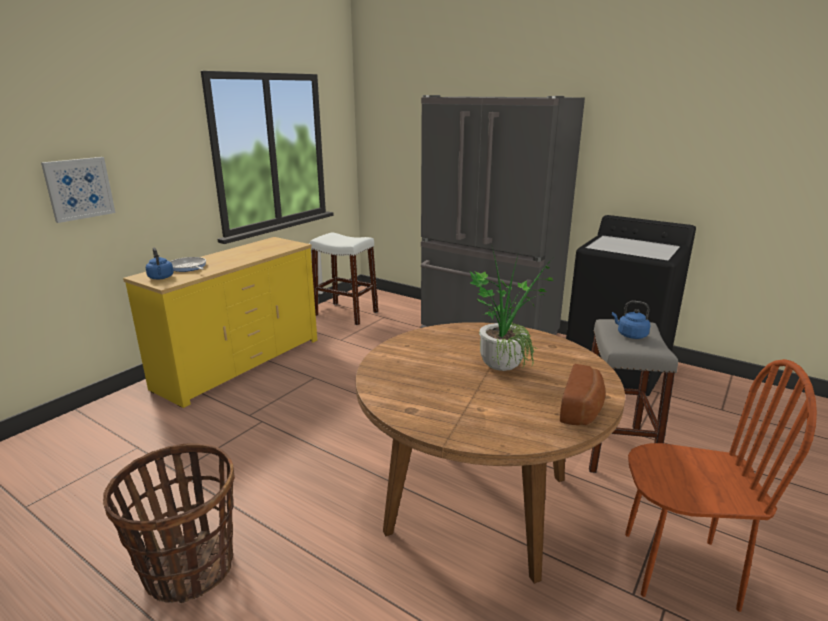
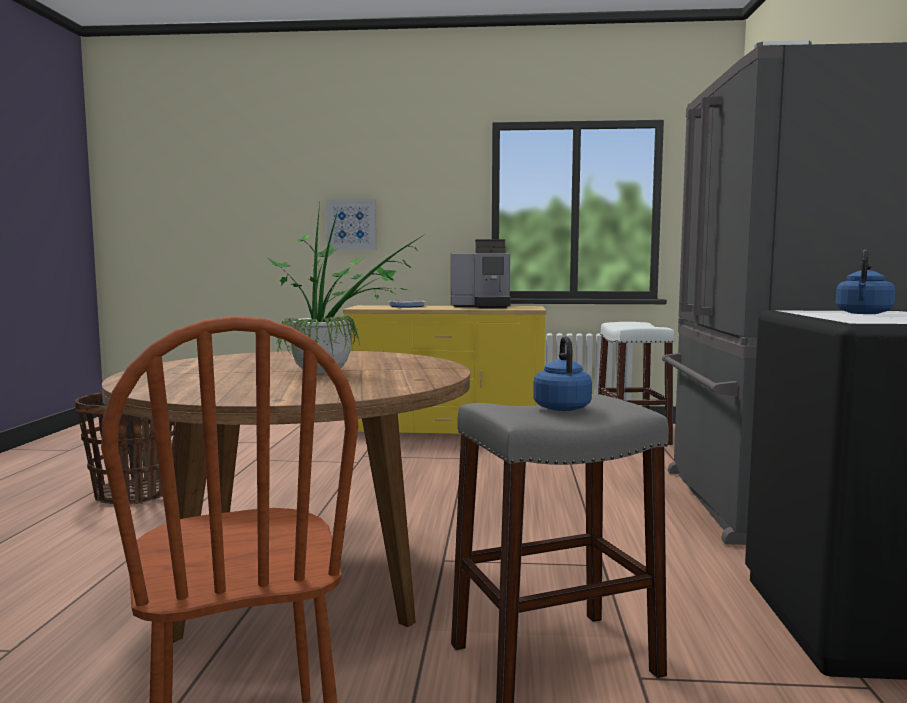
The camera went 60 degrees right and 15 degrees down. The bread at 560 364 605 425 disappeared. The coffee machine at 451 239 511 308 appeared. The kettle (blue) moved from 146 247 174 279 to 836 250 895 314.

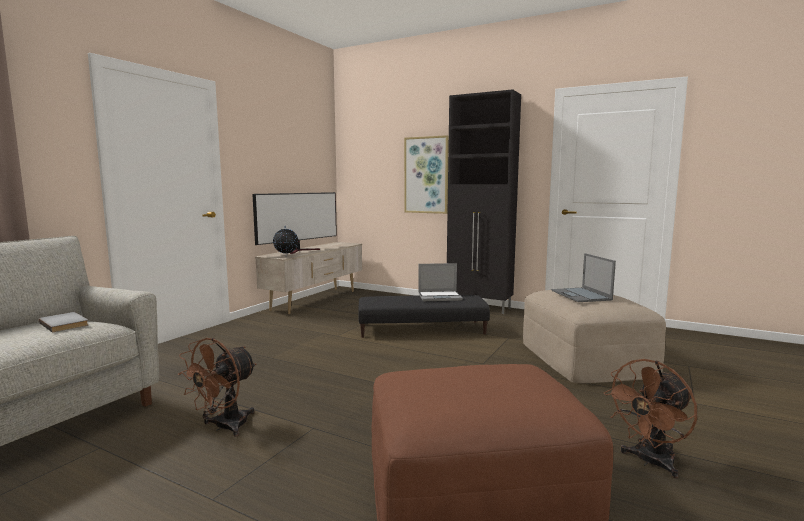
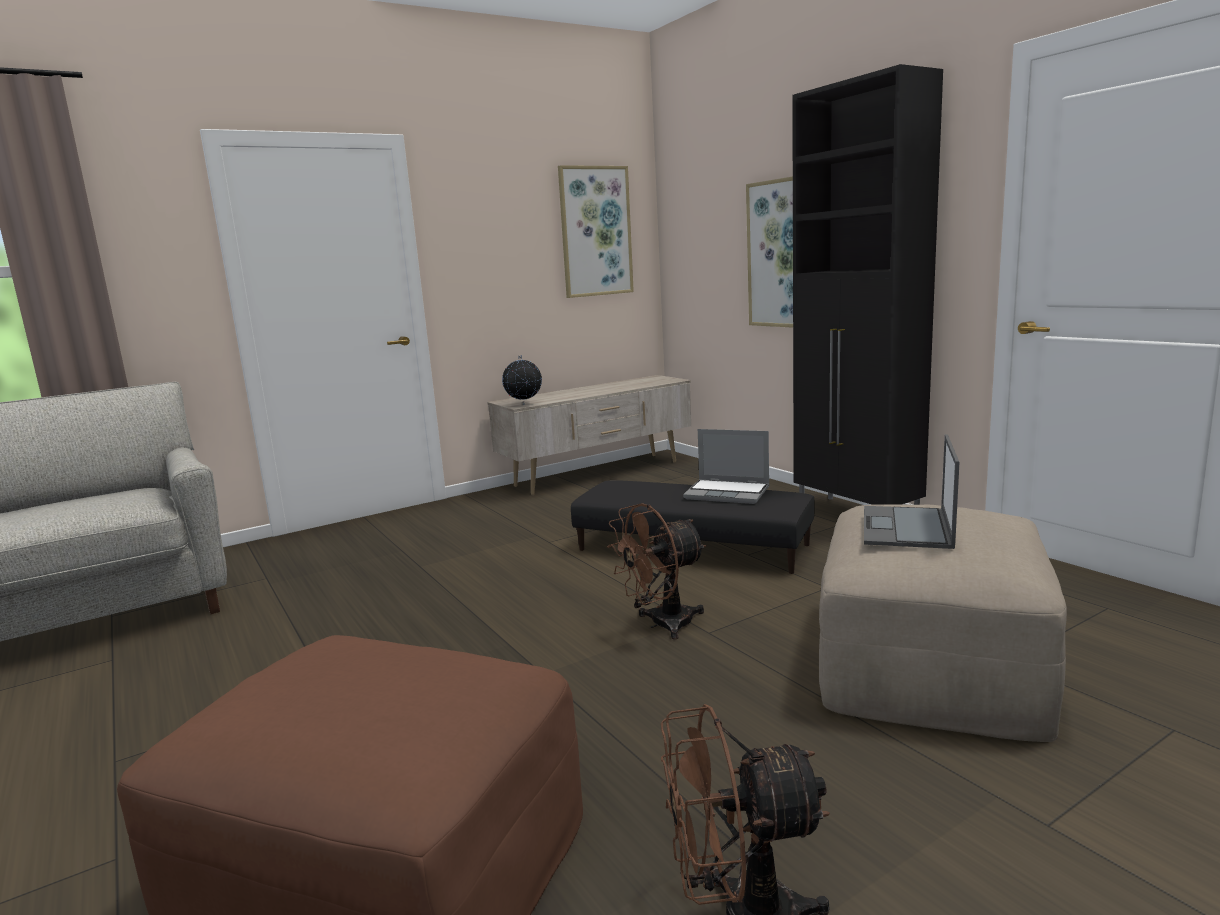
The camera went 30 degrees right and 5 degrees up. The book (grey) at 39 312 88 333 disappeared. The television at 252 192 337 254 disappeared. The picture at 558 165 634 298 appeared. The fan (brown) moved from 178 338 256 437 to 607 503 706 639.

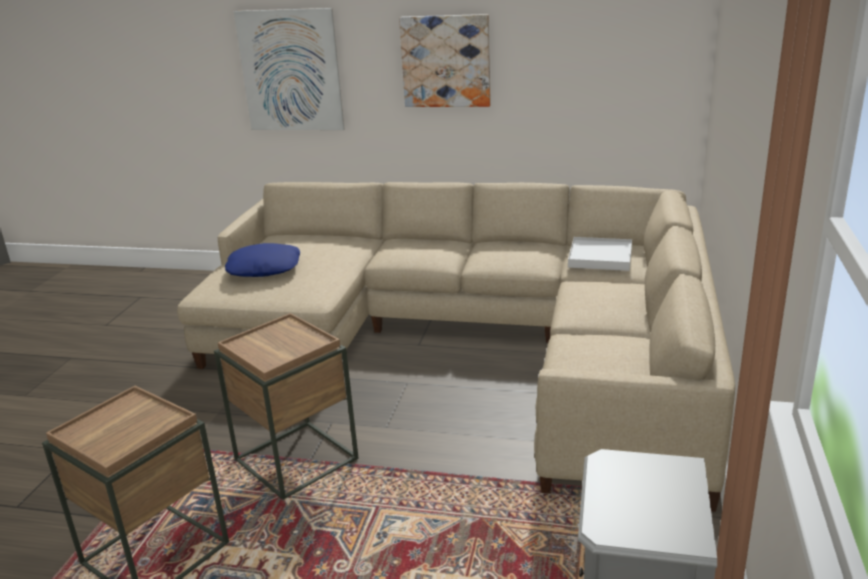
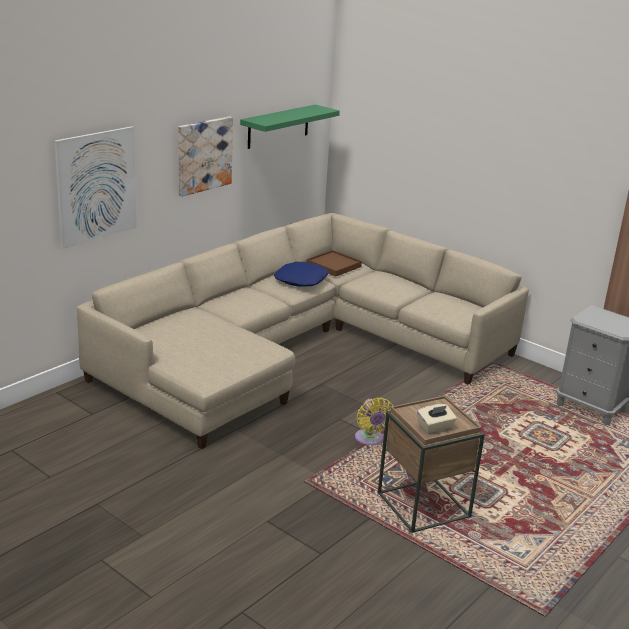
The camera went 65 degrees left and 0 degrees up. The shelf (green) at 240 105 340 149 appeared. The tissue box (beige) at 417 404 457 434 appeared. The pillow (blue) moved from 225 243 300 277 to 274 262 329 287. The side table (brown) at 214 313 359 500 was replaced by the fan (yellow) at 355 398 393 445. The tray (white) at 568 237 632 271 became the tray (brown) at 307 250 362 277.

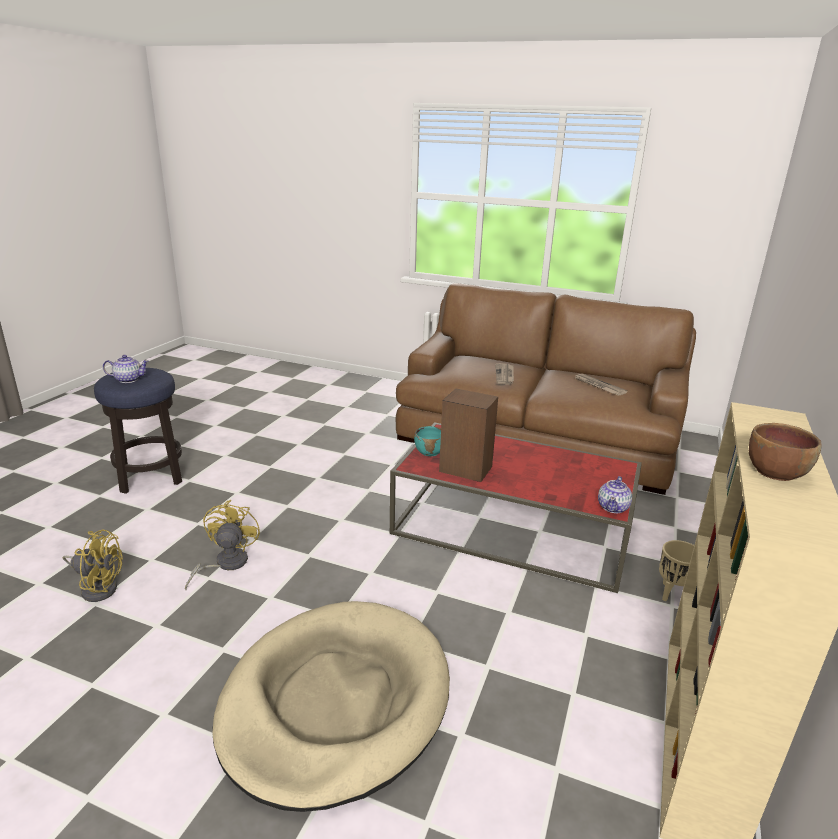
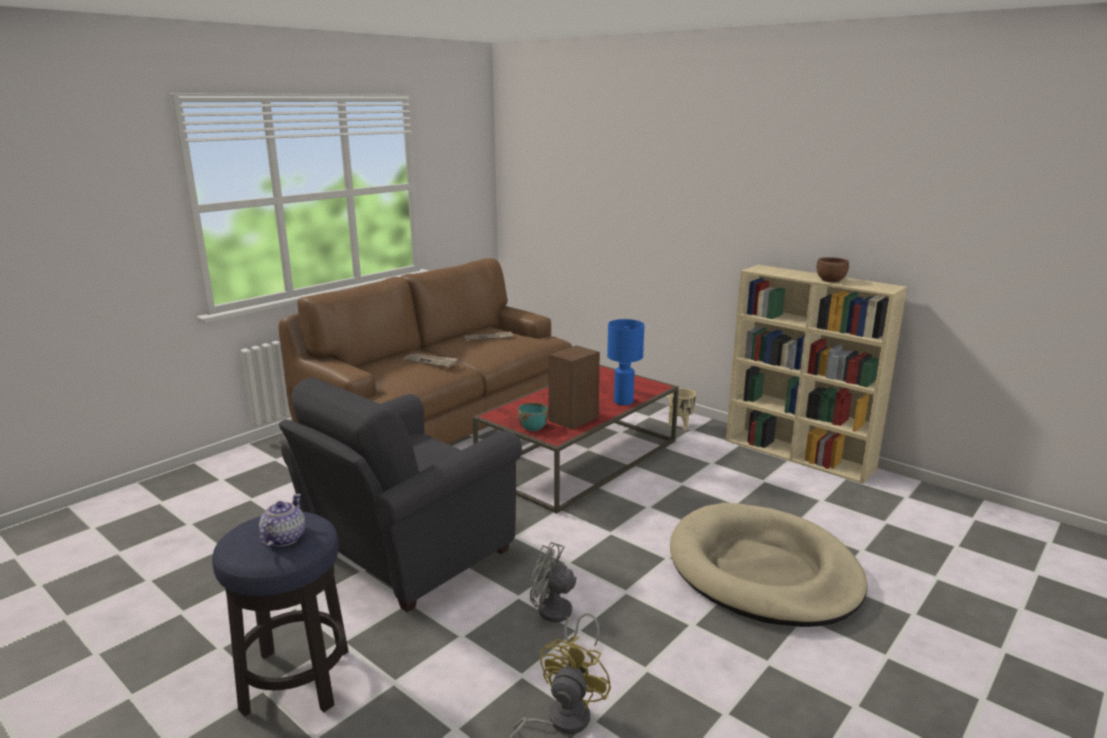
The camera went 70 degrees left and 5 degrees down. The teapot at 598 476 632 513 disappeared. The armchair (grey) at 279 377 522 612 appeared. The table lamp (blue) at 607 319 644 405 appeared. The fan (yellow) at 185 500 260 590 became the fan (grey) at 530 542 600 646.

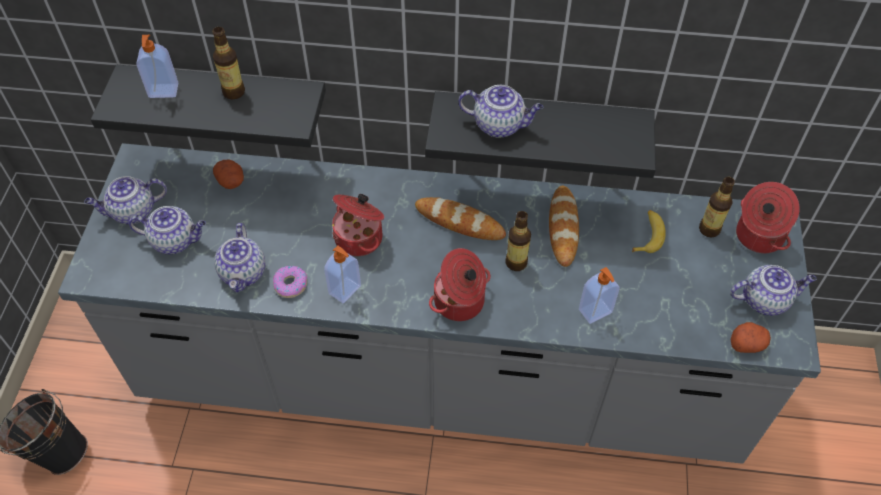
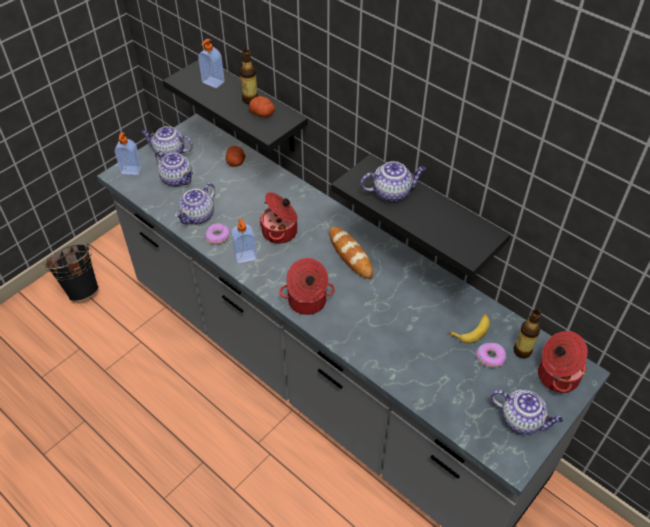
The camera went 35 degrees right and 5 degrees down. The bottle at 506 211 531 271 disappeared. The bread at 549 186 579 267 disappeared. The donut at 476 343 506 368 appeared. The soap dispenser moved from 579 267 620 324 to 115 133 142 175. The potato moved from 731 322 771 353 to 249 96 275 117. The teapot at 458 85 543 138 turned 60 degrees counterclockwise.

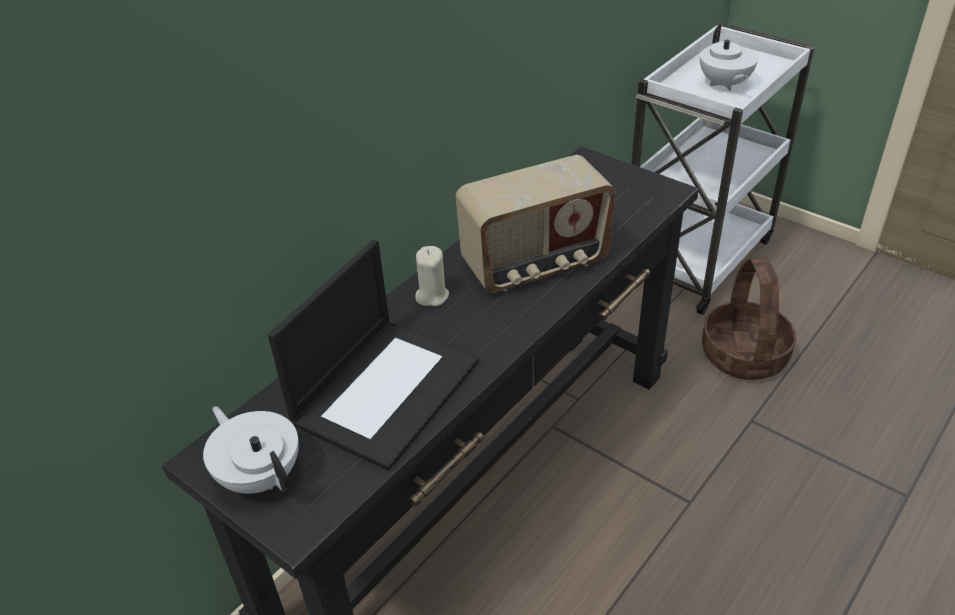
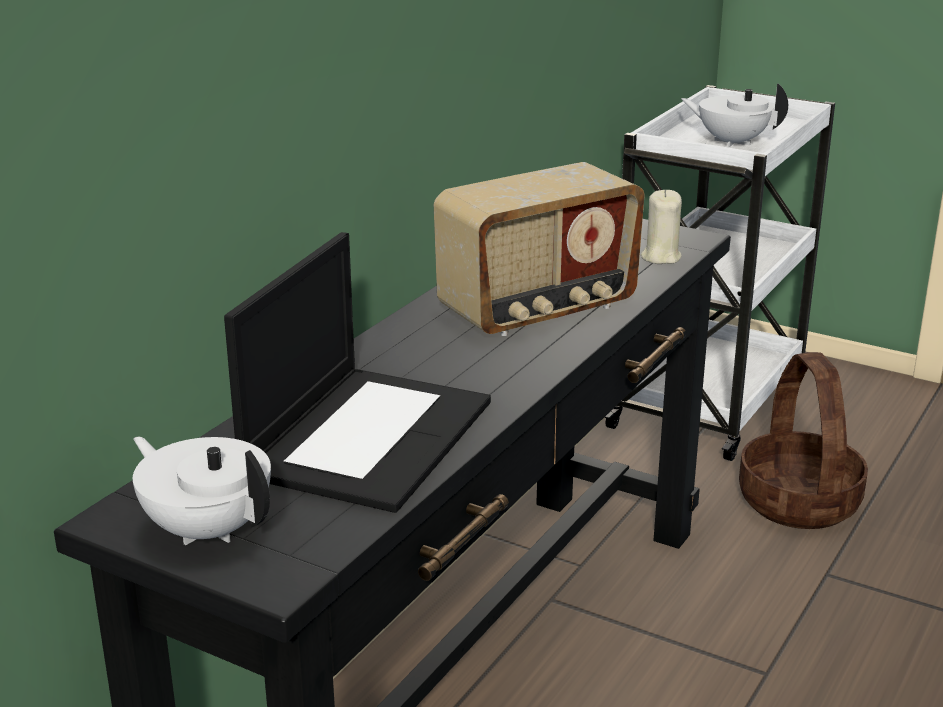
The camera went 10 degrees left and 15 degrees down. The candle (beige) moved from 415 246 449 306 to 641 190 682 264. The teapot (white) at 700 25 758 91 turned 135 degrees clockwise.

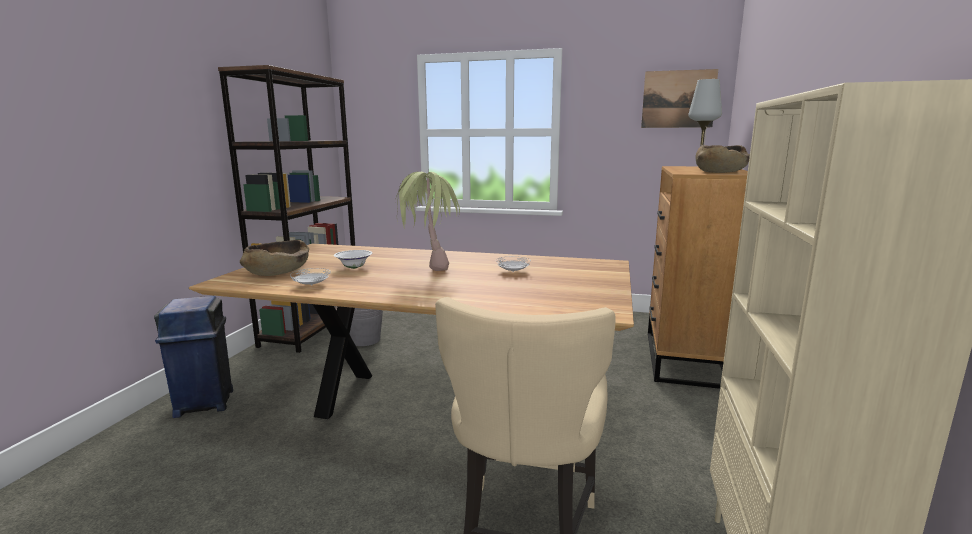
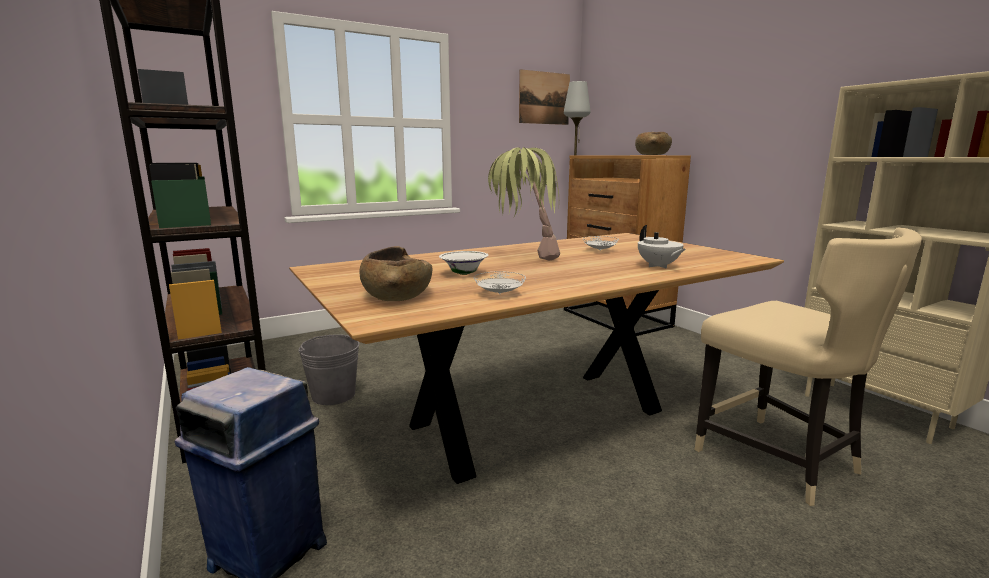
The camera went 45 degrees left and 0 degrees up. The teapot (white) at 638 225 686 268 appeared.

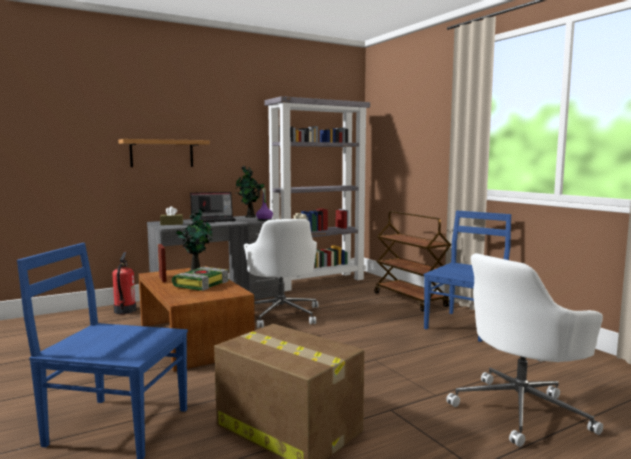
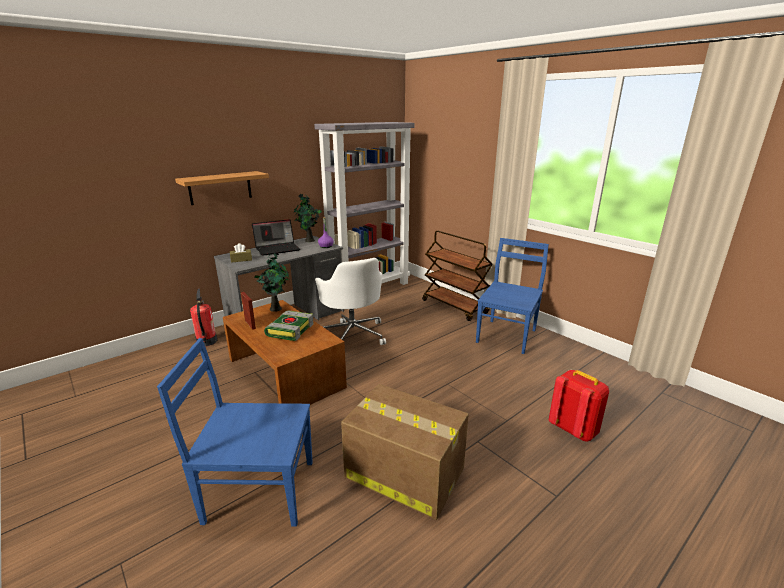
The camera went 10 degrees left and 15 degrees up. The office chair (white) at 446 253 603 447 was replaced by the backpack (red) at 549 370 609 442.

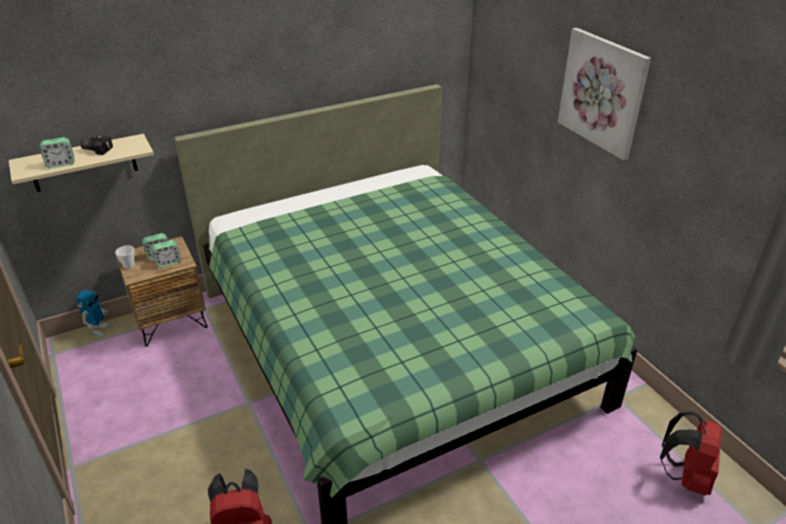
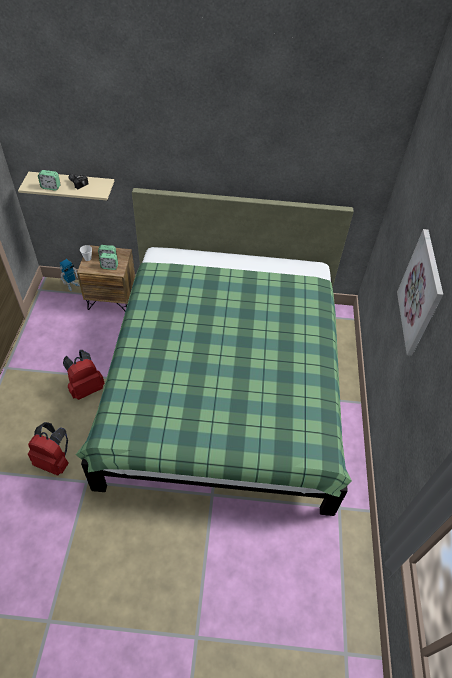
The camera went 30 degrees right and 15 degrees up. The backpack (red) moved from 660 411 721 496 to 63 350 105 400.

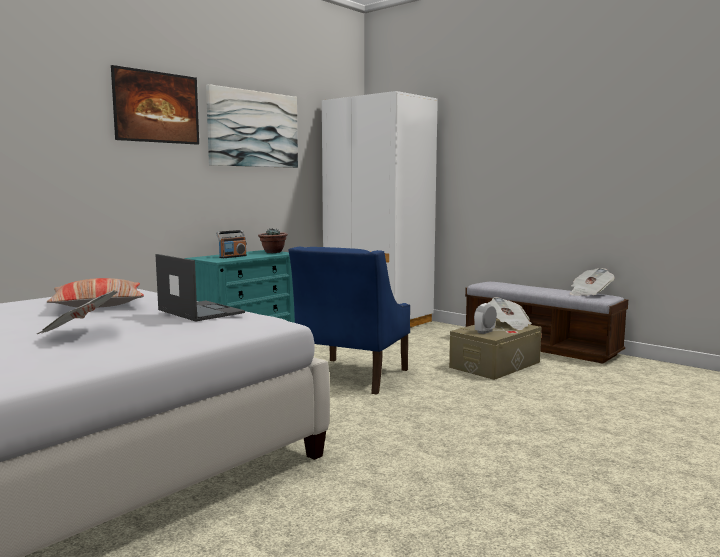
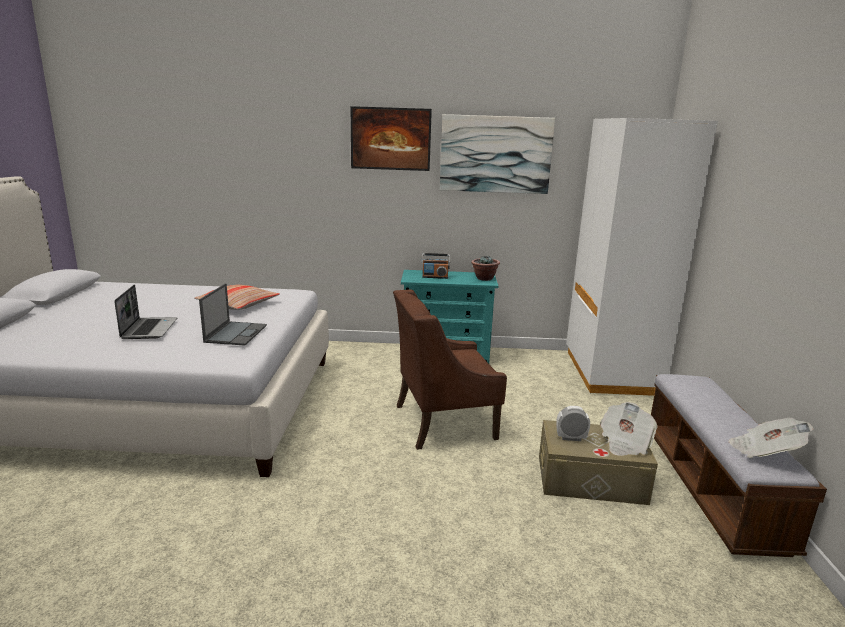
The camera went 50 degrees right and 10 degrees up. The newspaper at 37 290 117 334 was replaced by the laptop at 114 285 177 339. The armchair (blue) at 288 247 410 395 became the armchair (brown) at 393 290 507 450.

